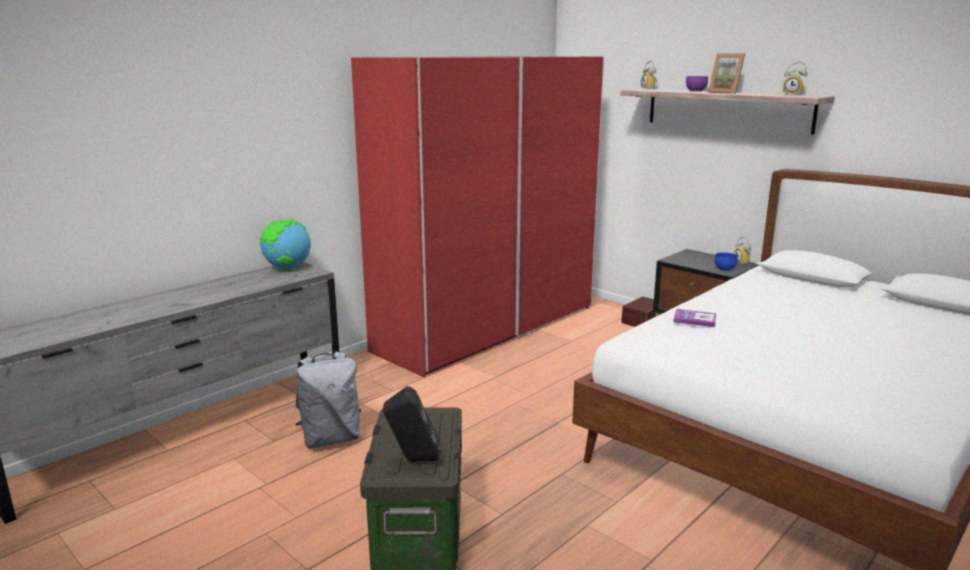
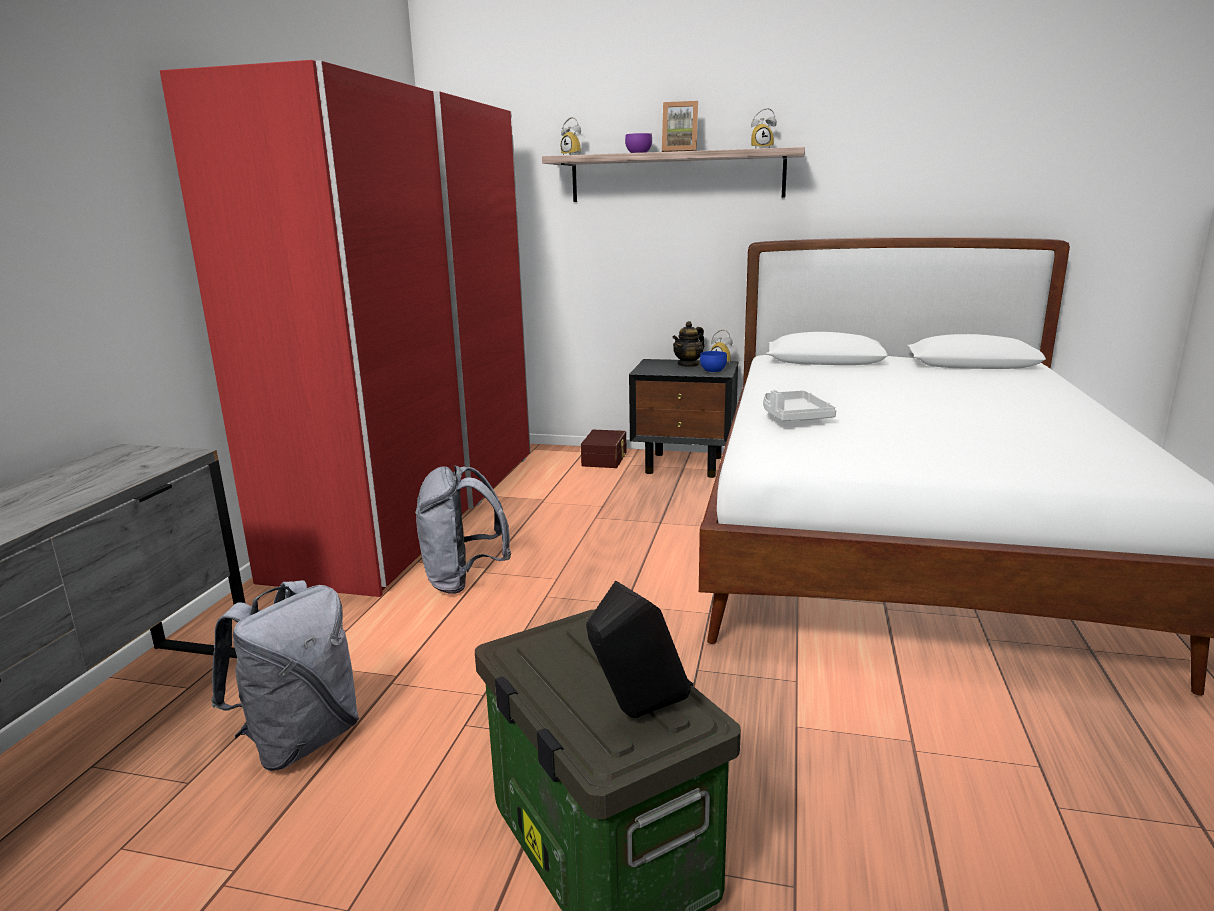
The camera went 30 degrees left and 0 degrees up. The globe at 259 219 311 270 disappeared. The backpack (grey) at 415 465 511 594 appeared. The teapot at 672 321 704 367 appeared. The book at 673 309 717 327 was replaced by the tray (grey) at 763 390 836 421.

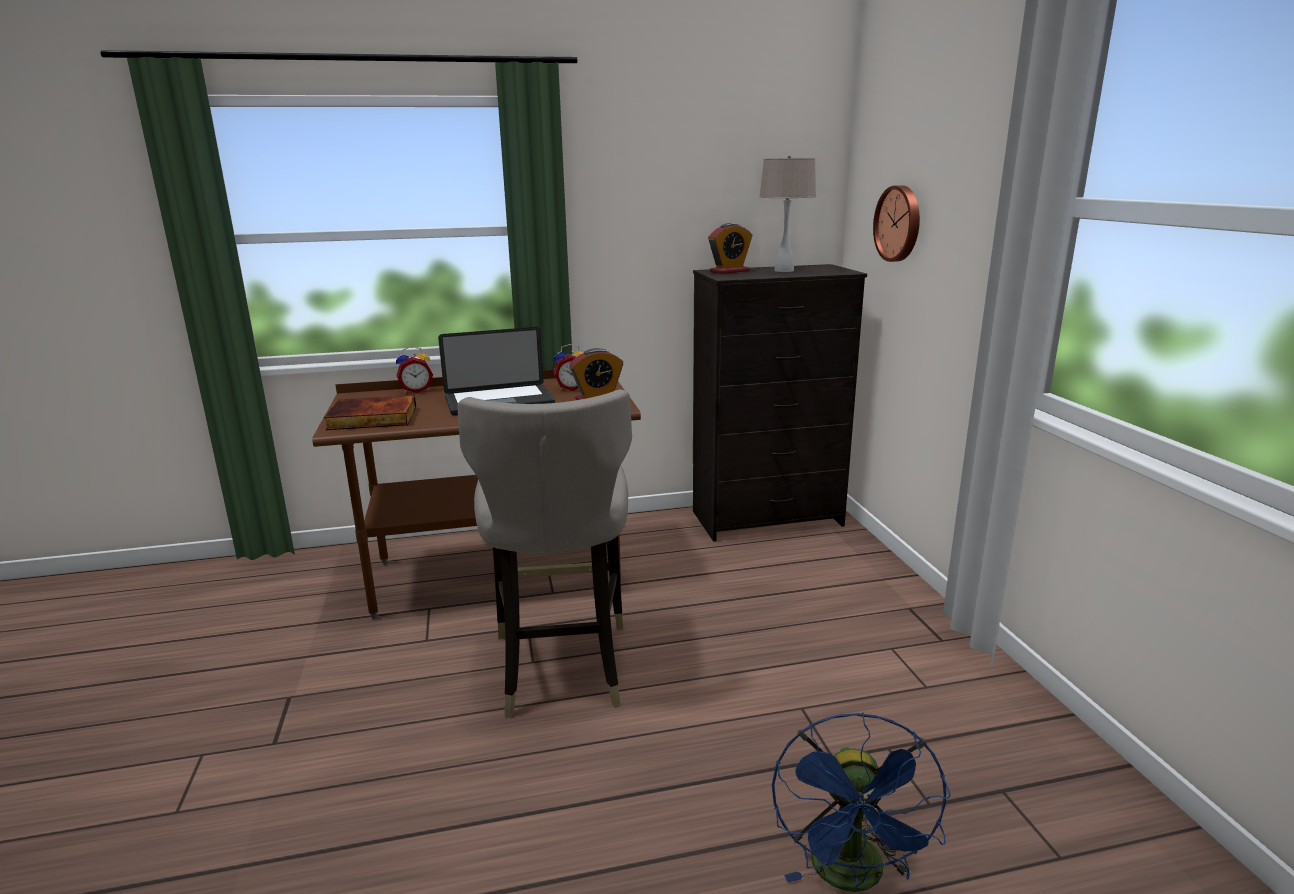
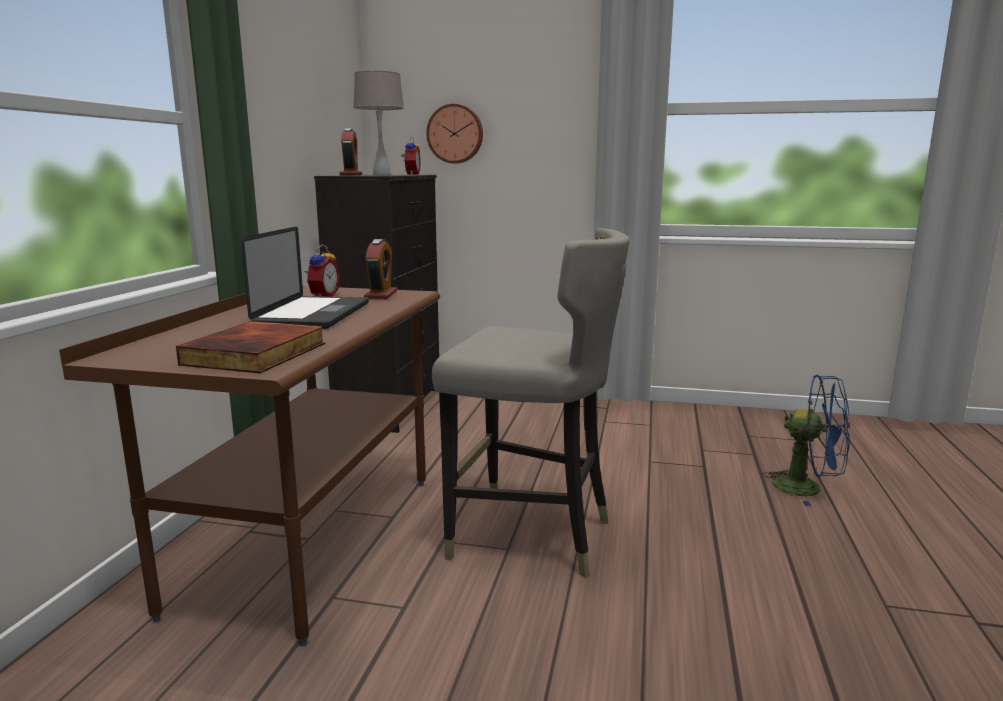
The camera went 65 degrees left and 5 degrees down. The alarm clock moved from 396 346 433 393 to 401 137 421 175.

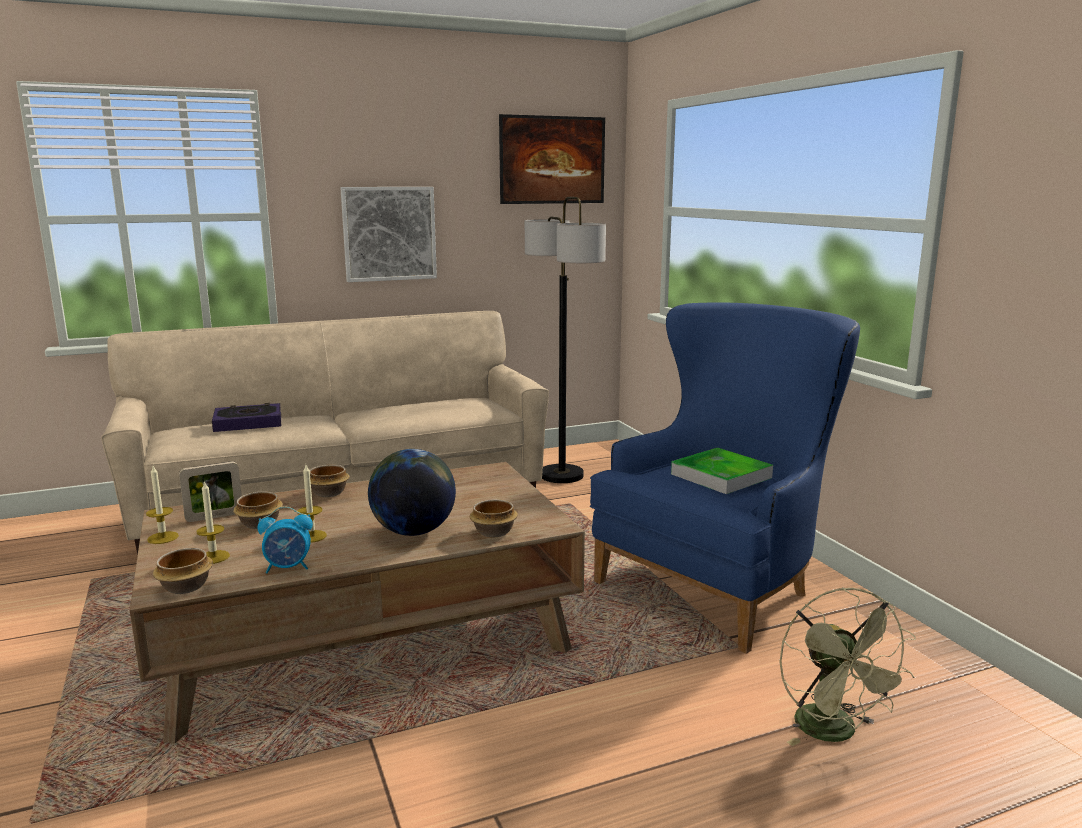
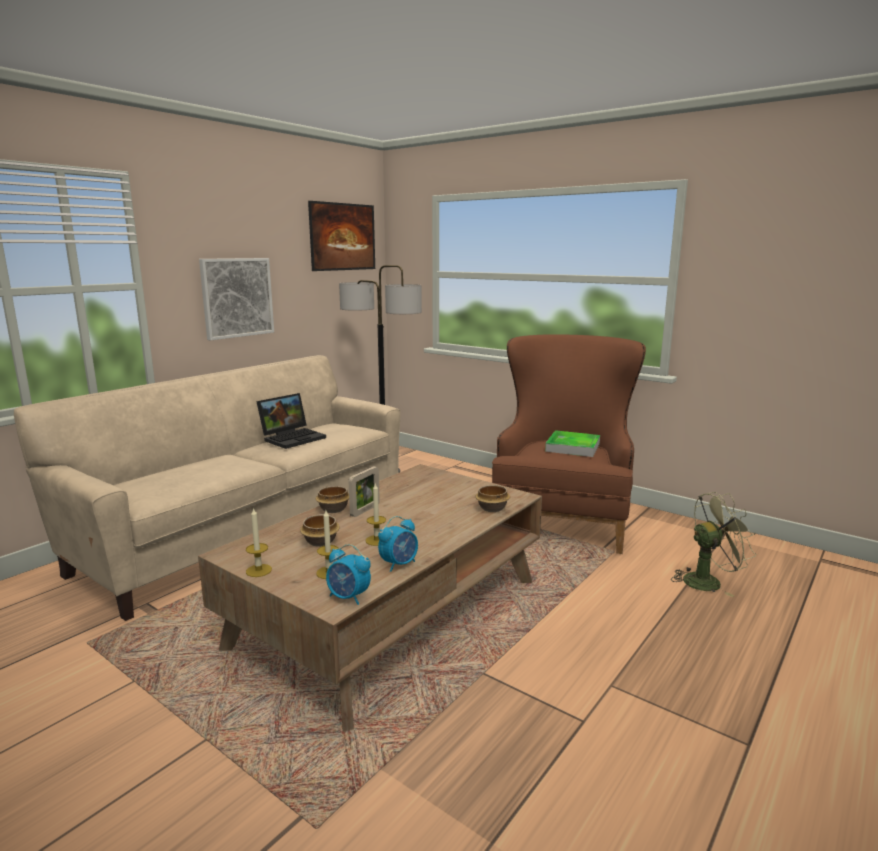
The camera went 30 degrees left and 0 degrees up. The book at 212 403 281 432 disappeared. The globe at 368 449 456 536 disappeared. The laptop at 256 393 326 449 appeared. The picture frame moved from 179 461 242 522 to 349 466 380 517. The bowl at 153 548 213 594 was replaced by the alarm clock at 326 544 371 605. The armchair (blue) at 590 303 860 654 became the armchair (brown) at 492 334 646 554. The fan (green) at 780 587 916 746 turned 60 degrees counterclockwise.

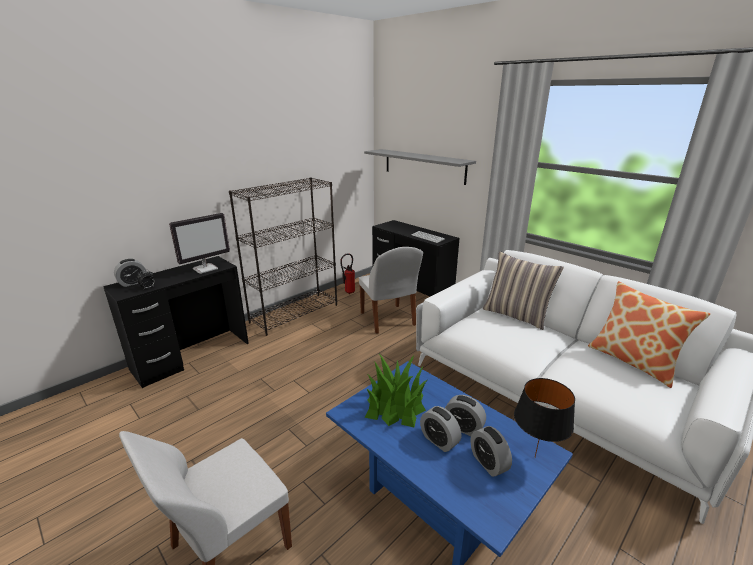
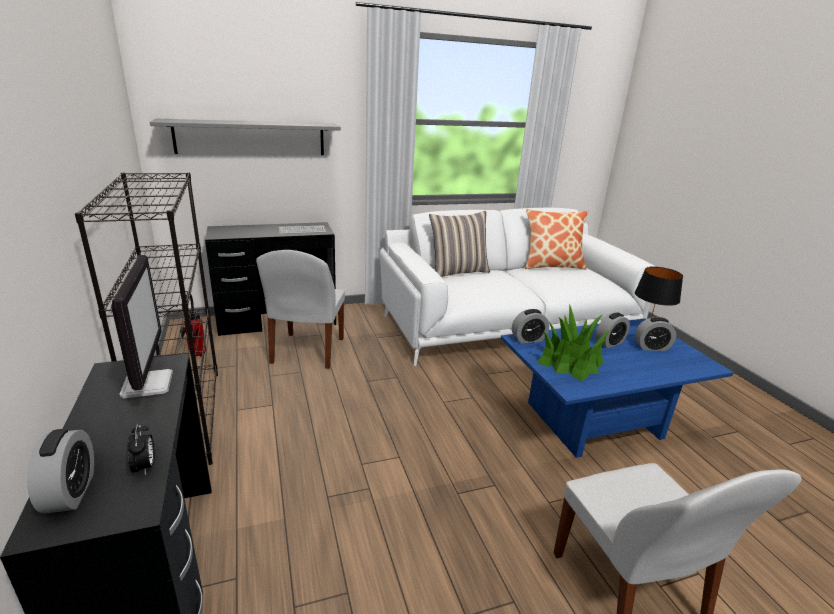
The camera went 65 degrees left and 0 degrees up. The alarm clock moved from 420 406 461 452 to 512 309 549 343. The chair (white) at 359 247 423 334 turned 90 degrees clockwise.

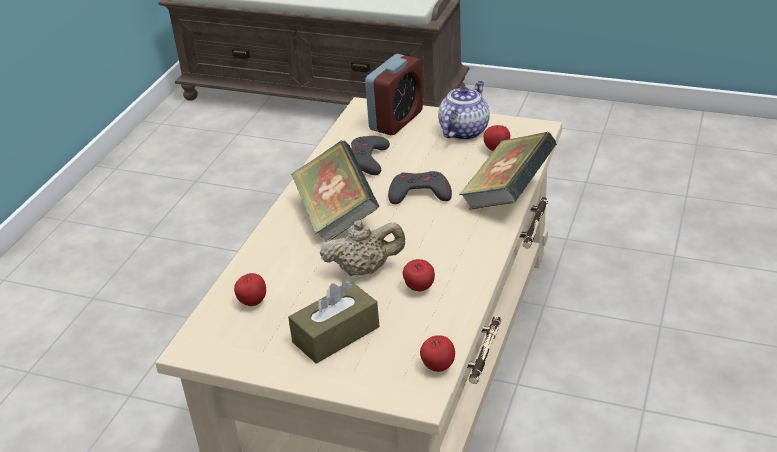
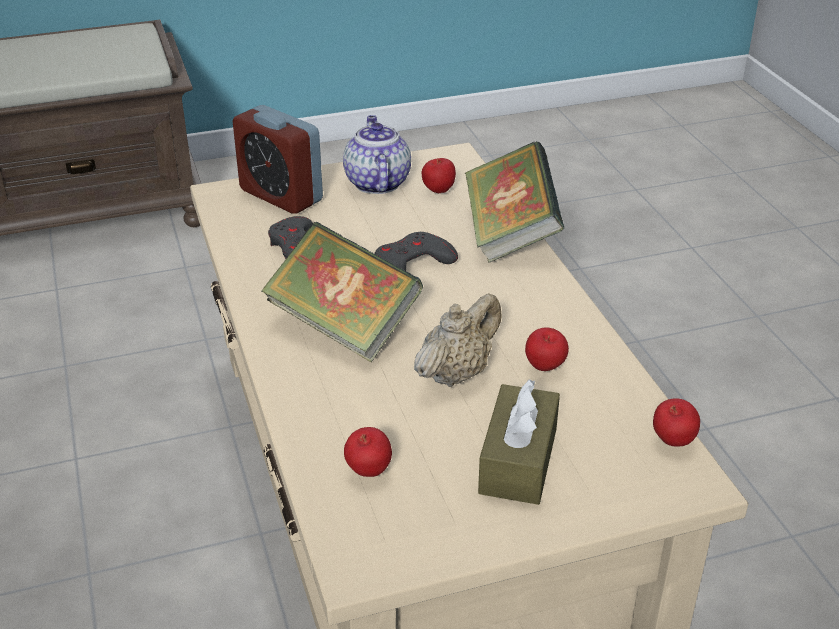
The camera went 40 degrees left and 0 degrees up. The alarm clock at 365 54 423 135 turned 135 degrees clockwise.

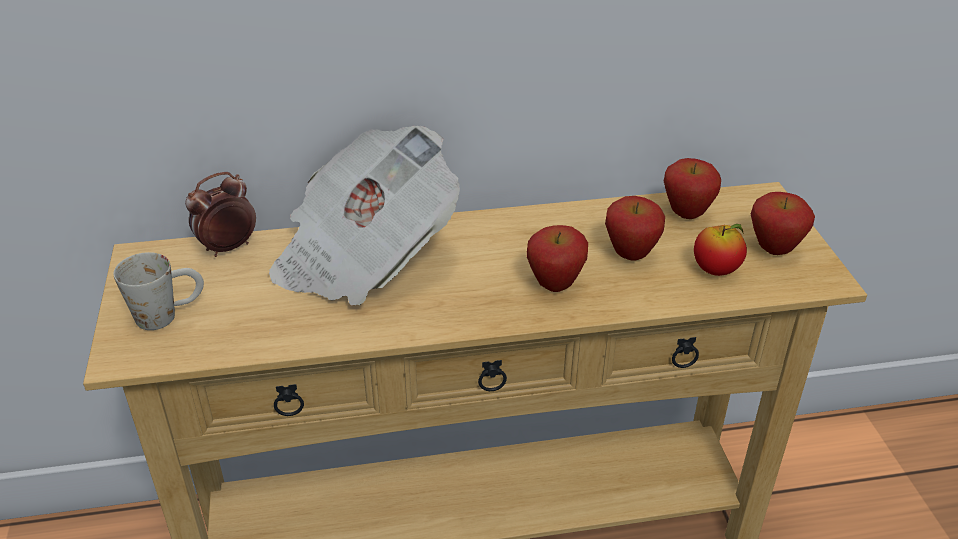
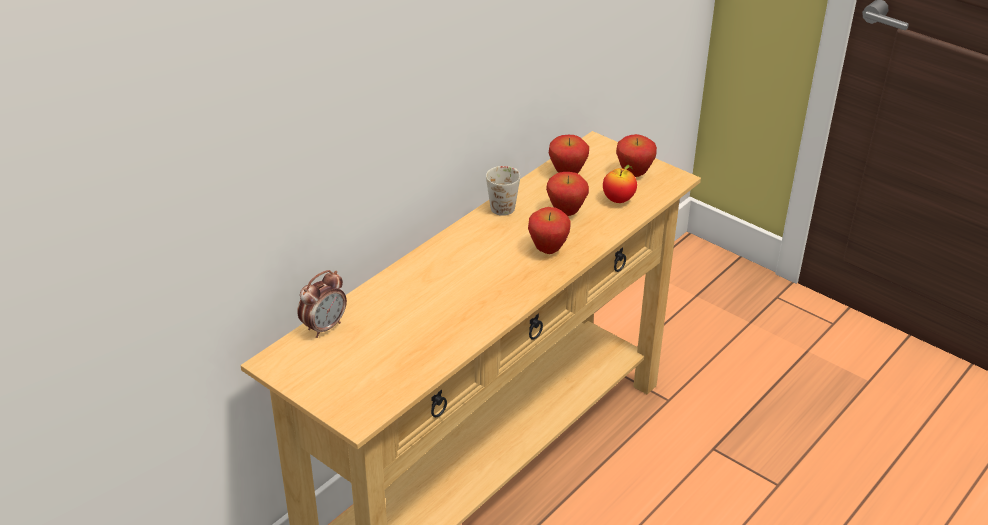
The camera went 40 degrees left and 0 degrees up. The newspaper at 269 126 460 305 disappeared. The mug (white) moved from 114 252 204 330 to 486 166 520 216. The alarm clock at 185 172 256 257 turned 150 degrees counterclockwise.

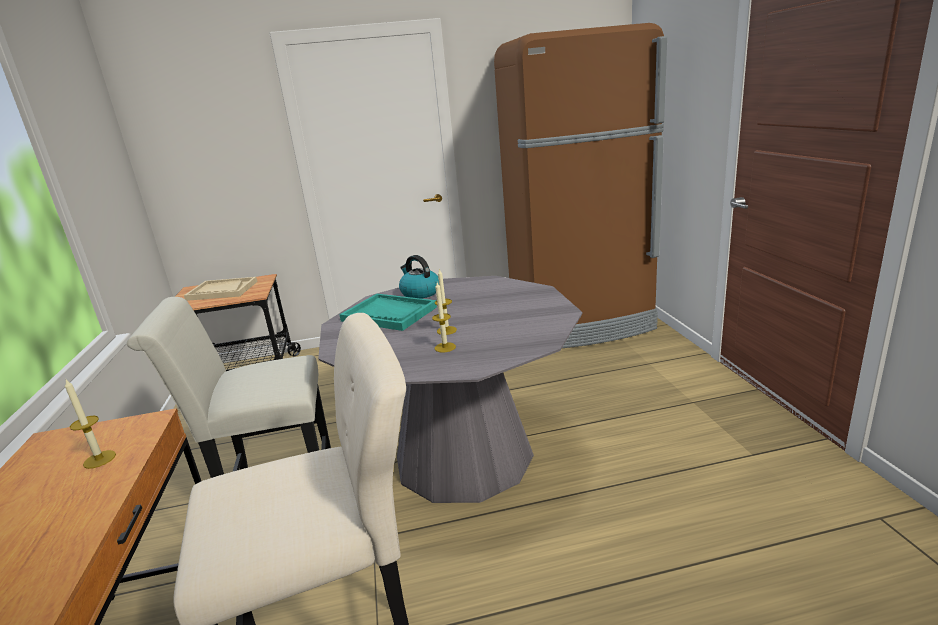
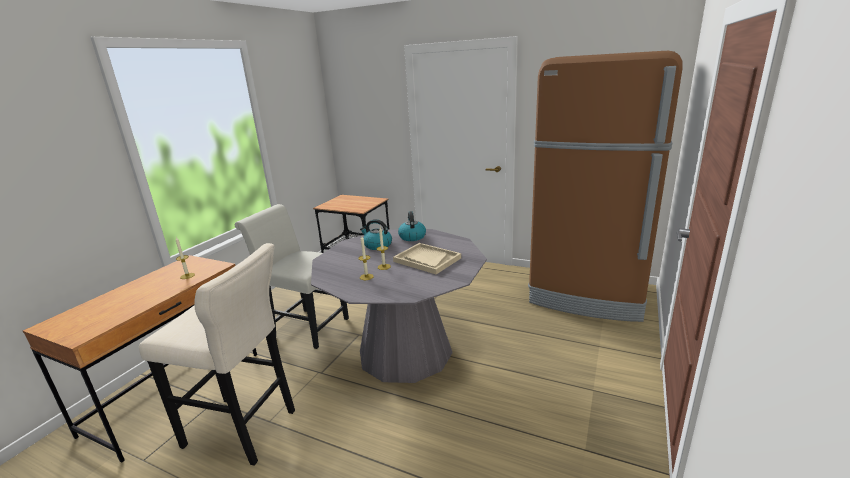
The camera went 35 degrees right and 0 degrees up. The tray (beige) moved from 184 277 257 301 to 393 243 461 274. The tray (turquoise) at 339 294 437 331 was replaced by the kettle at 360 219 392 250.

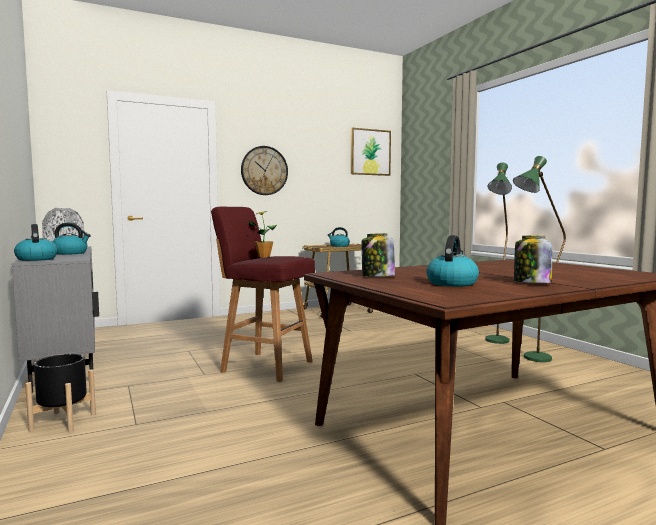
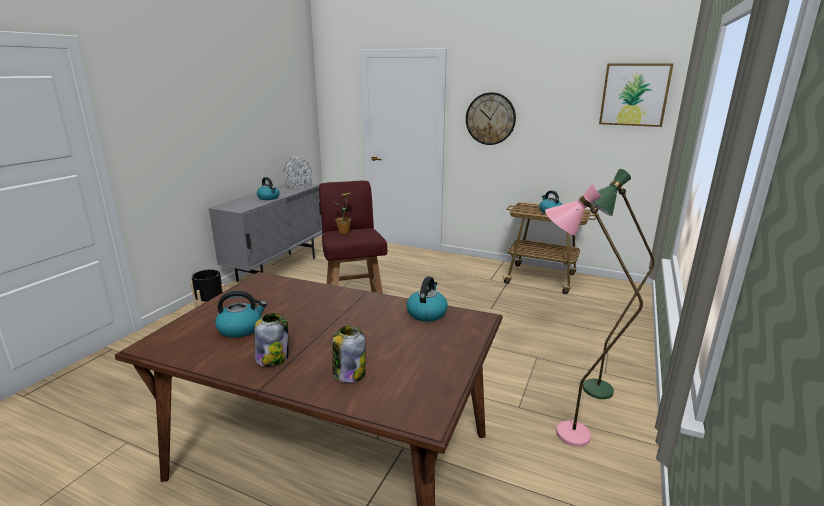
The camera went 50 degrees right and 15 degrees up. The kettle moved from 14 224 57 261 to 406 276 448 322. The jar moved from 361 233 395 277 to 333 326 366 383. The floor lamp (green) at 513 156 566 362 became the floor lamp (pink) at 545 184 643 447.

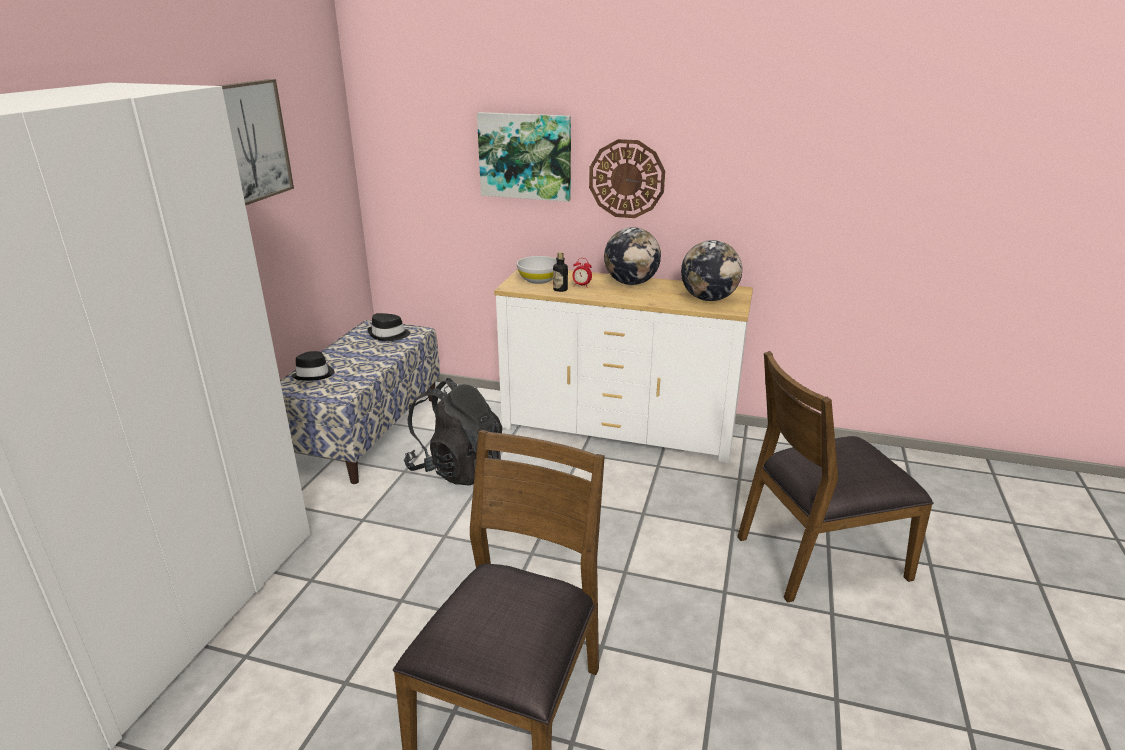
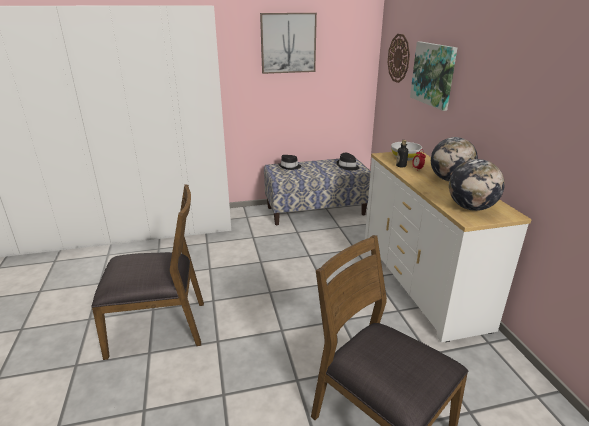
The camera went 60 degrees right and 0 degrees up. The backpack (black) at 404 378 502 486 disappeared. The wall clock moved from 589 139 665 218 to 388 34 410 83.

